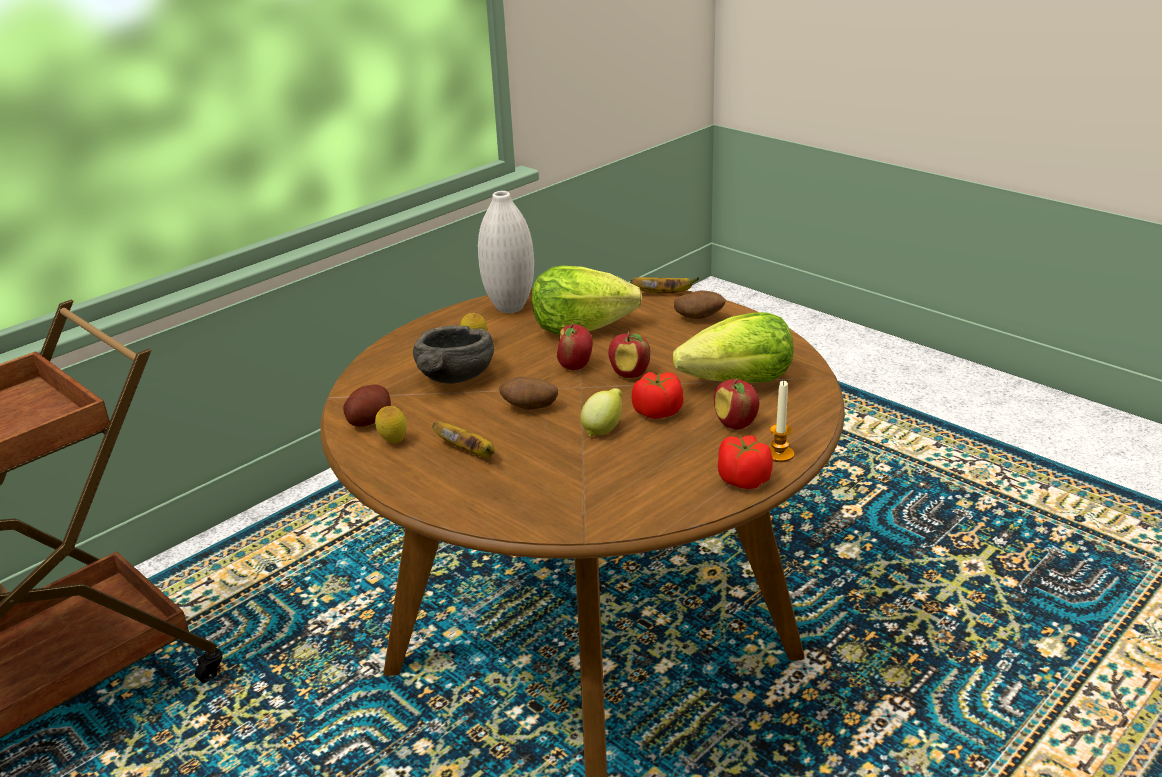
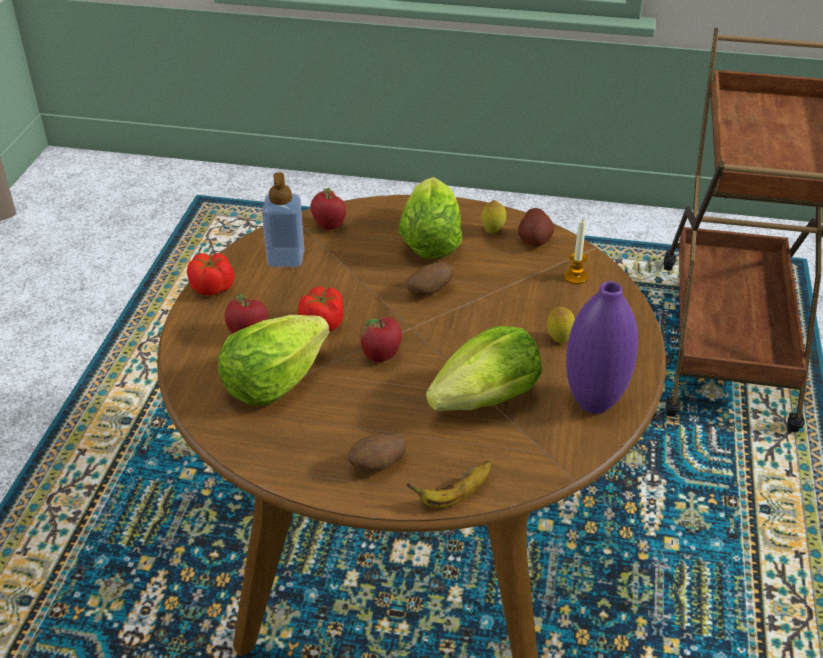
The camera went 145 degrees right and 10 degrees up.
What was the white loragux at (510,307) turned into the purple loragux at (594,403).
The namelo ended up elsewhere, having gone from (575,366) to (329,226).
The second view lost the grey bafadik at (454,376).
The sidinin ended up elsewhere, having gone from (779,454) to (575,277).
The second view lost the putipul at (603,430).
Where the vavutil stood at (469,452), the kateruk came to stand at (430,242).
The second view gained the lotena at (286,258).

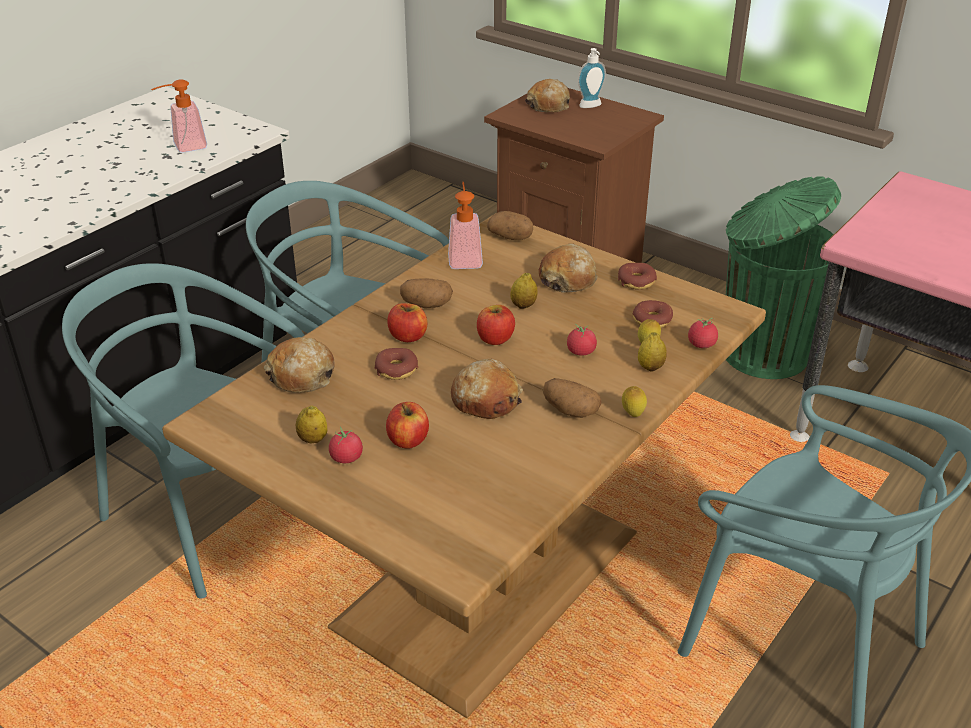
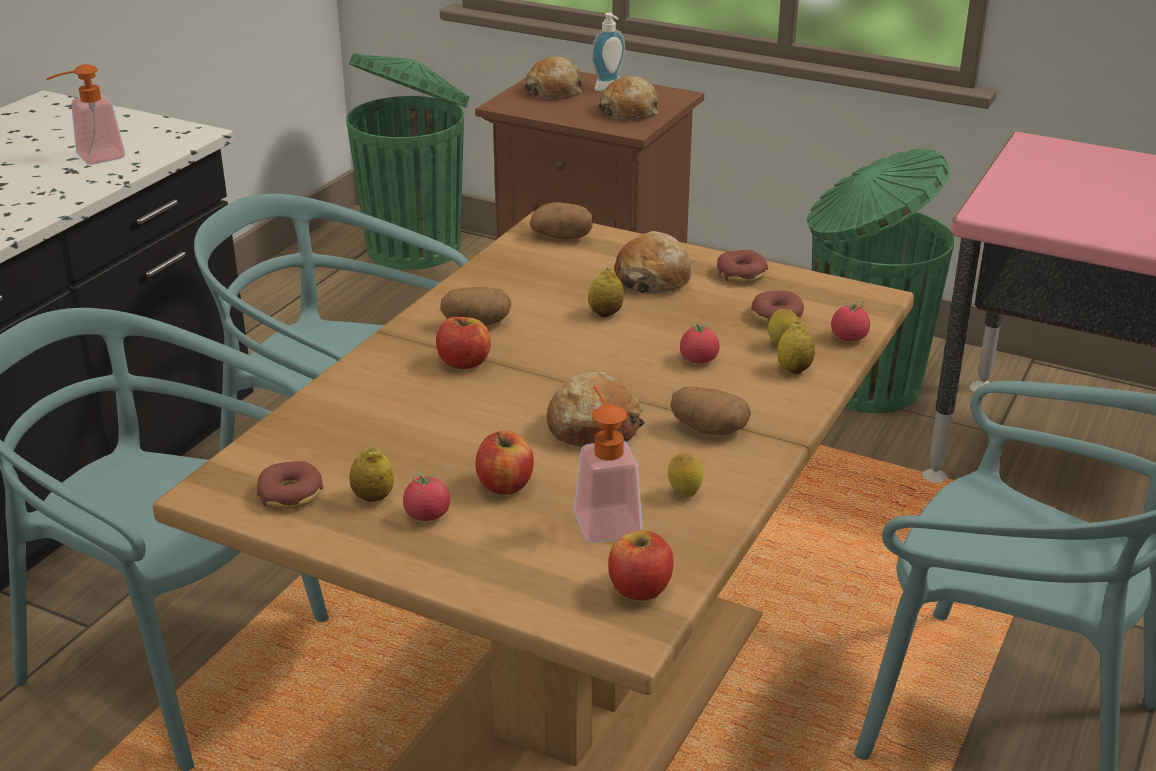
The camera went 10 degrees left and 5 degrees down.
The lotena ended up elsewhere, having gone from (465,258) to (604,517).
The namelo ended up elsewhere, having gone from (495,339) to (639,588).
The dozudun ended up elsewhere, having gone from (301,376) to (629,111).
The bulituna ended up elsewhere, having gone from (396,369) to (290,494).
The putipul ended up elsewhere, having gone from (632,414) to (684,494).
The second view gained the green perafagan at (416,247).

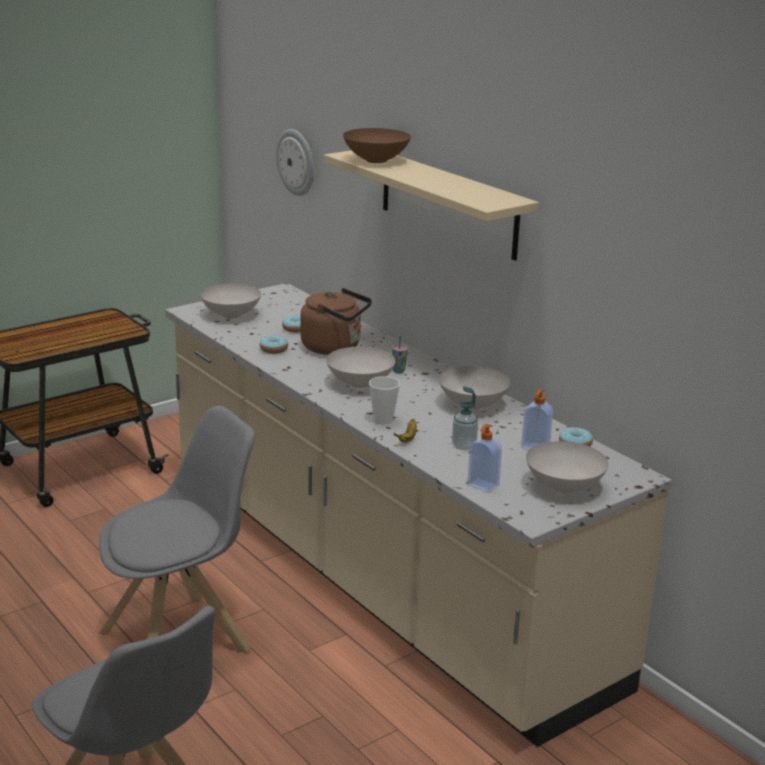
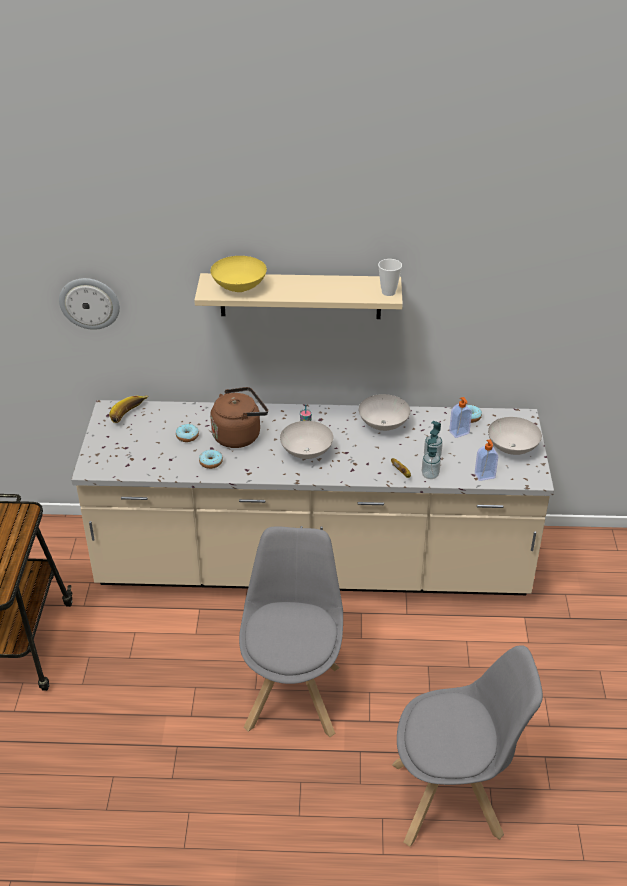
The camera went 50 degrees left and 15 degrees up.
What was the brown bafadik at (377,160) turned into the yellow bafadik at (239,287).
The second view lost the white bafadik at (230,315).
The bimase ended up elsewhere, having gone from (383,420) to (388,292).
The second view gained the vavutil at (130,415).
The second view gained the lotena at (430,475).

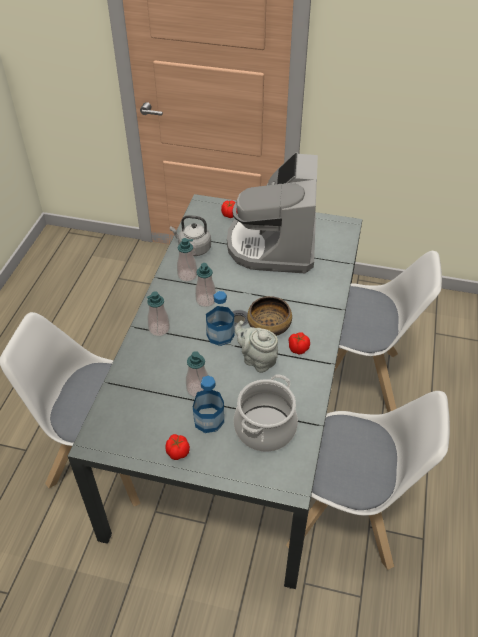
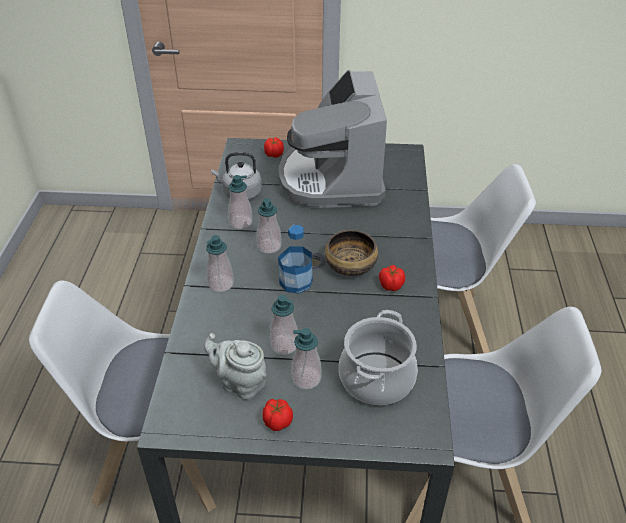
The camera went 10 degrees left and 5 degrees down.
The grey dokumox ended up elsewhere, having gone from (257,360) to (240,383).
Where the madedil stood at (208,420), the lotena came to stand at (306,378).

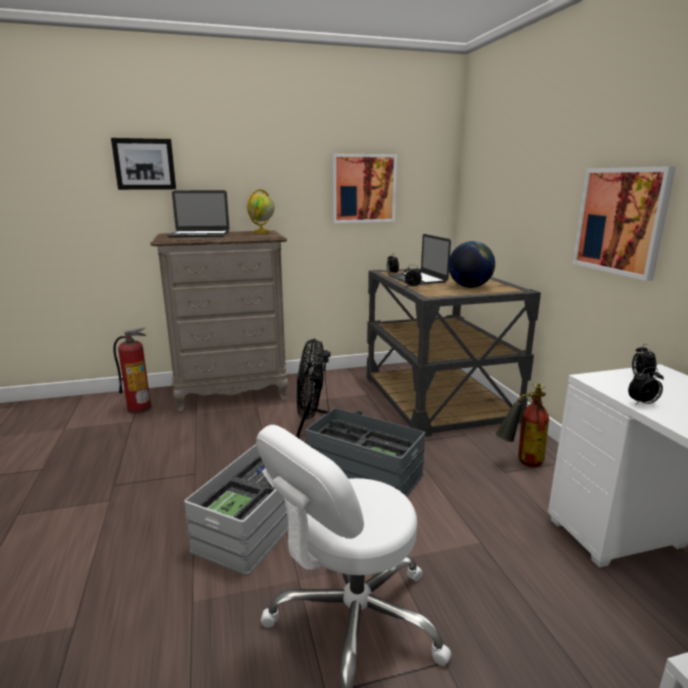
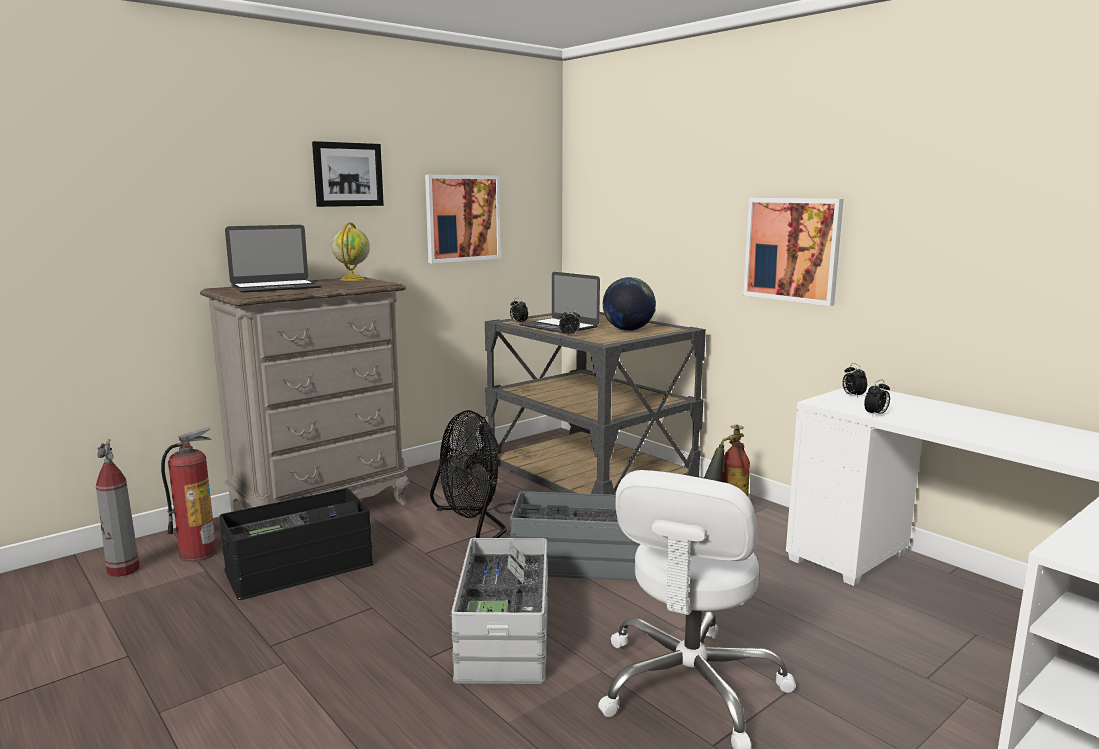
The camera went 25 degrees left and 5 degrees down.
The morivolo ended up elsewhere, having gone from (144,164) to (347,174).
The second view gained the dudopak at (123,570).
The second view gained the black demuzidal at (299,566).

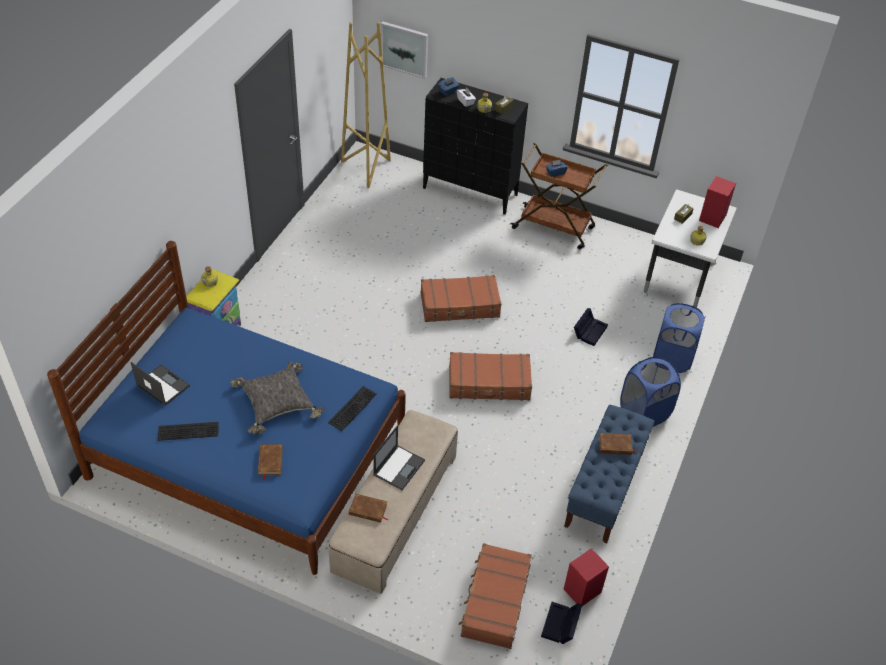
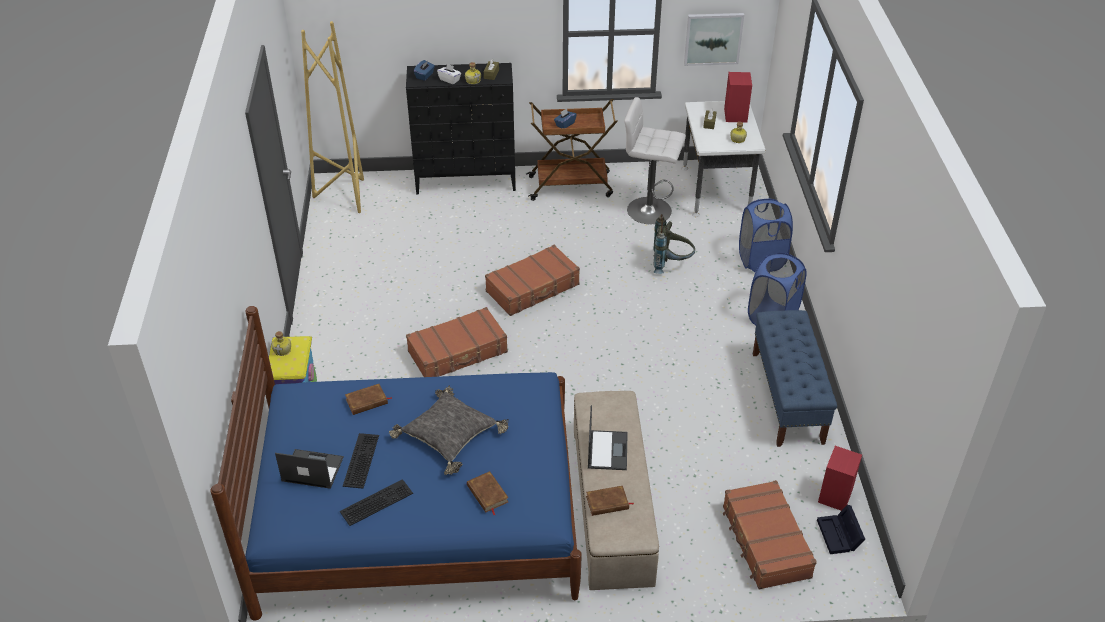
The camera went 25 degrees left and 5 degrees down.
The morivolo ended up elsewhere, having gone from (404,49) to (713,38).
Where the black demuzidal stood at (590,330), the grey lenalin came to stand at (671,264).
The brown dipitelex ended up elsewhere, having gone from (489,383) to (458,352).
The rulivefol ended up elsewhere, having gone from (352,407) to (360,459).
The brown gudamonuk ended up elsewhere, having gone from (615,446) to (367,401).
The second view gained the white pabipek at (648,210).

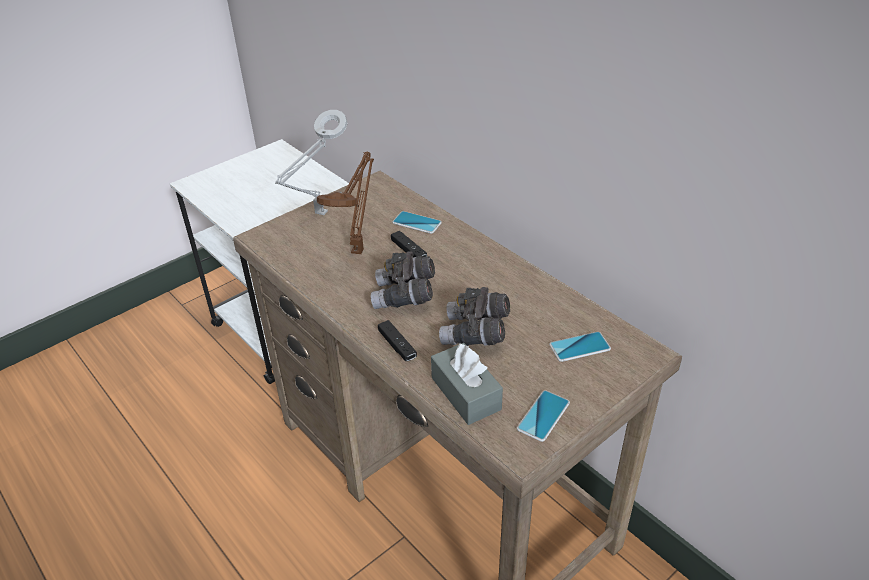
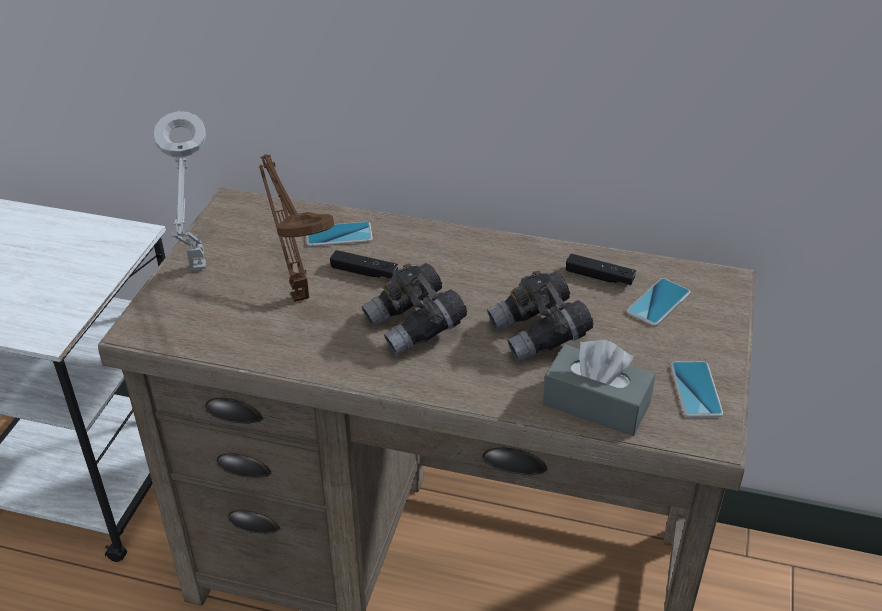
The camera went 35 degrees left and 0 degrees up.
The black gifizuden ended up elsewhere, having gone from (397,346) to (599,277).

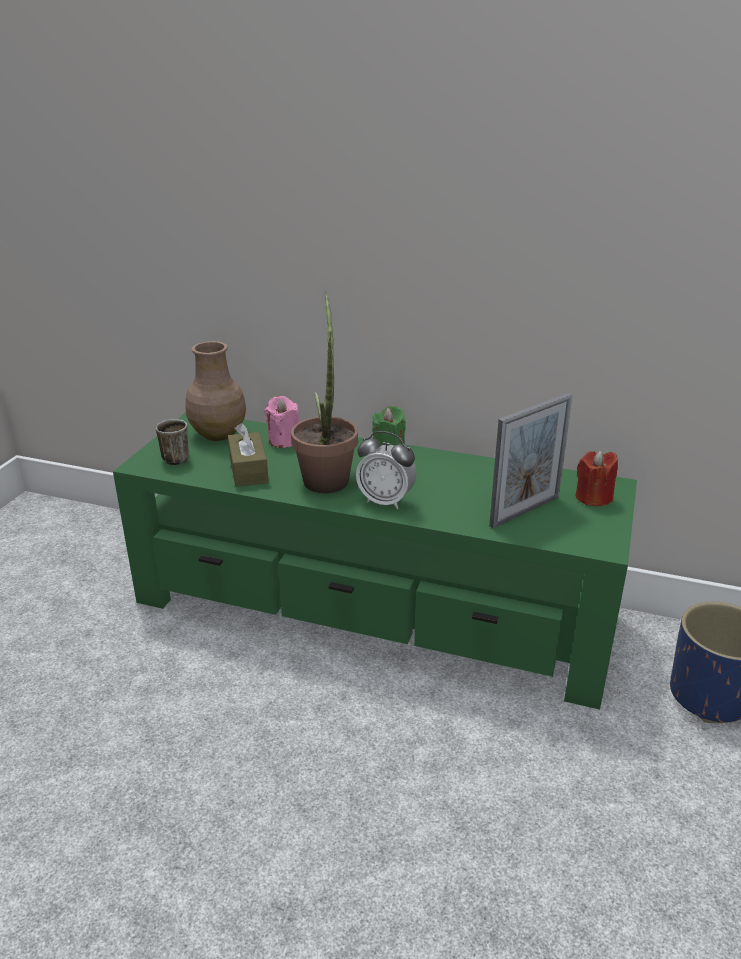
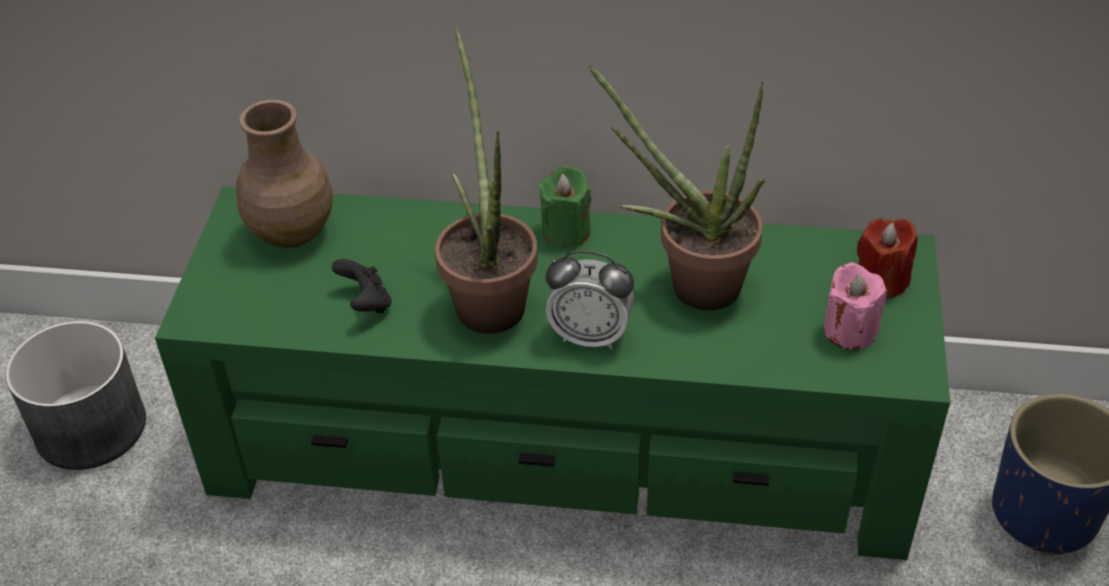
The camera went 10 degrees left and 15 degrees up.
The second view lost the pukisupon at (525,511).
The pink sidinin ended up elsewhere, having gone from (284,440) to (849,330).
The second view lost the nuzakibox at (177,457).
Where the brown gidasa stood at (248,470), the black gifizuden came to stand at (366,303).
The second view gained the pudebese at (690,284).
The second view gained the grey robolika at (89,427).

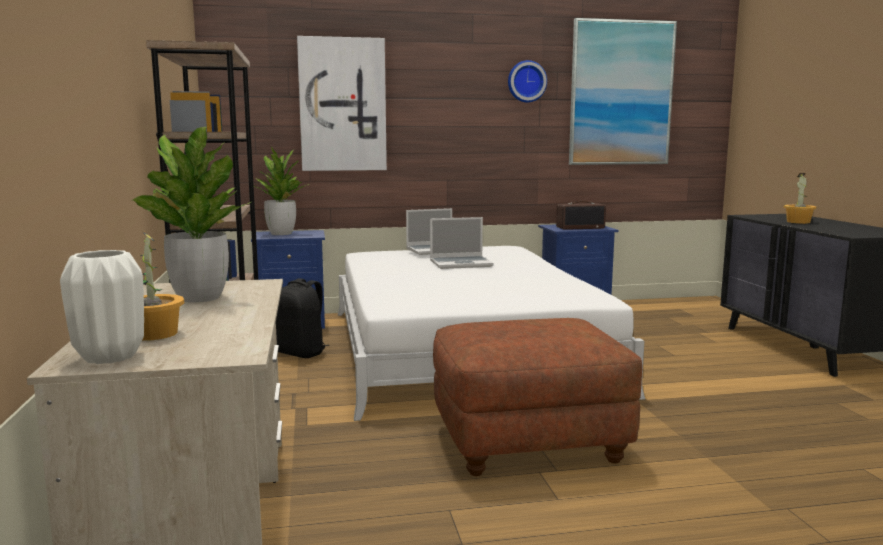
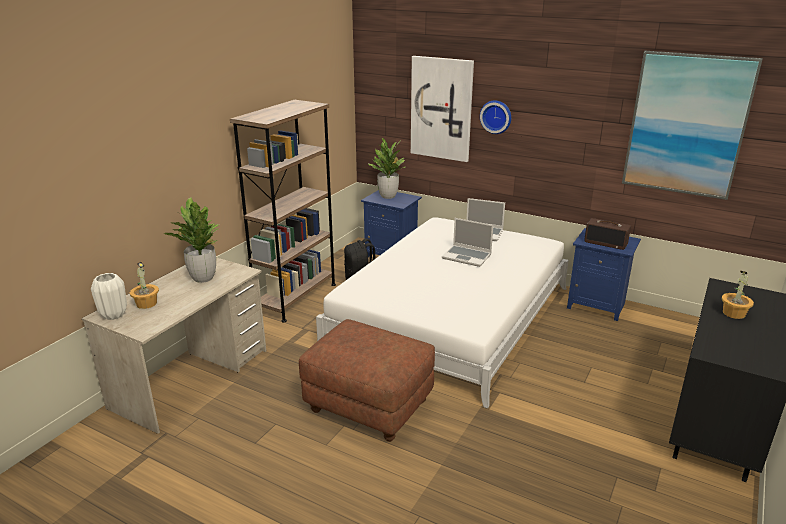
The camera went 40 degrees right and 15 degrees up.
The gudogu ended up elsewhere, having gone from (526,81) to (496,116).

